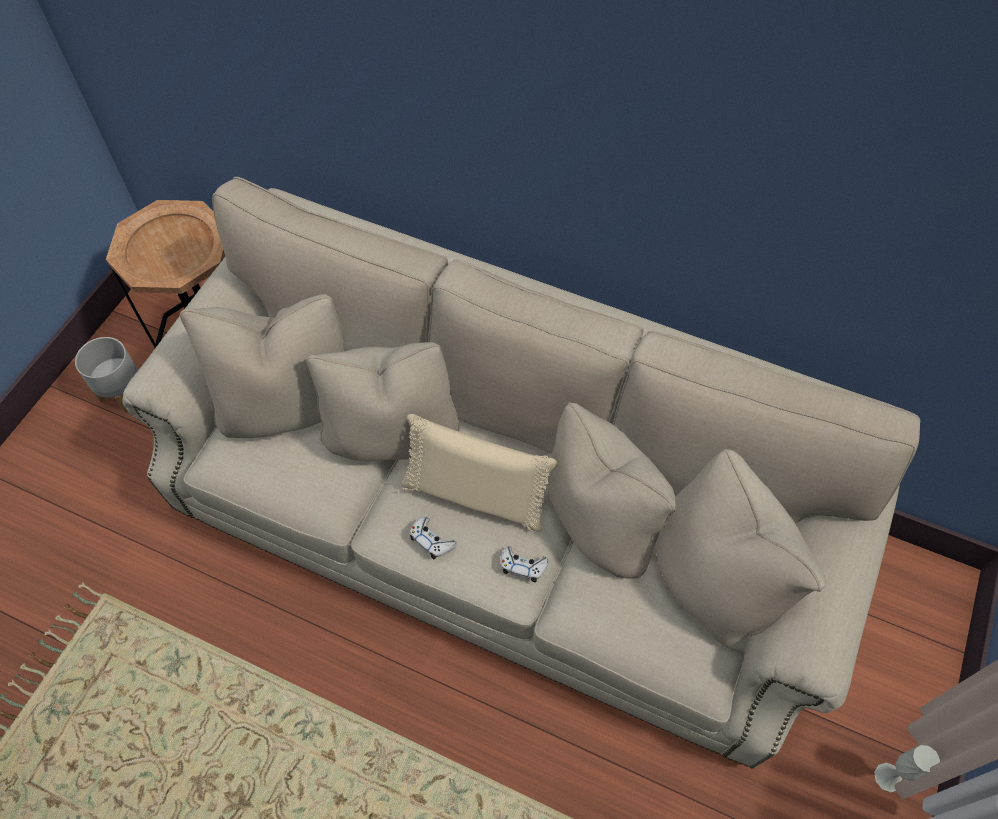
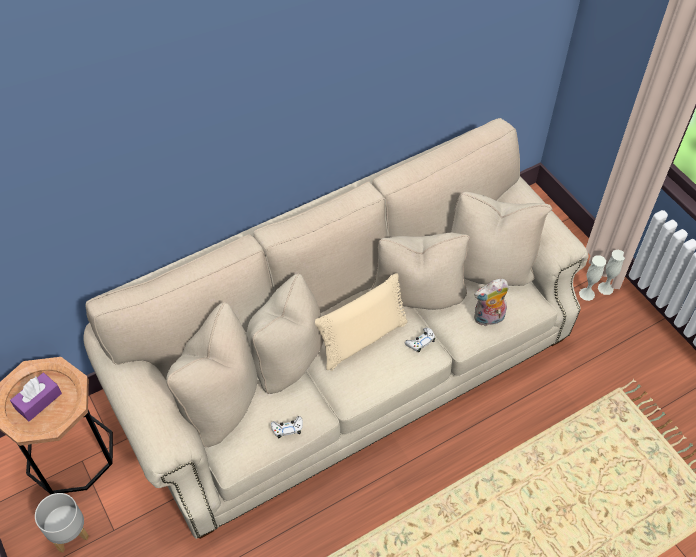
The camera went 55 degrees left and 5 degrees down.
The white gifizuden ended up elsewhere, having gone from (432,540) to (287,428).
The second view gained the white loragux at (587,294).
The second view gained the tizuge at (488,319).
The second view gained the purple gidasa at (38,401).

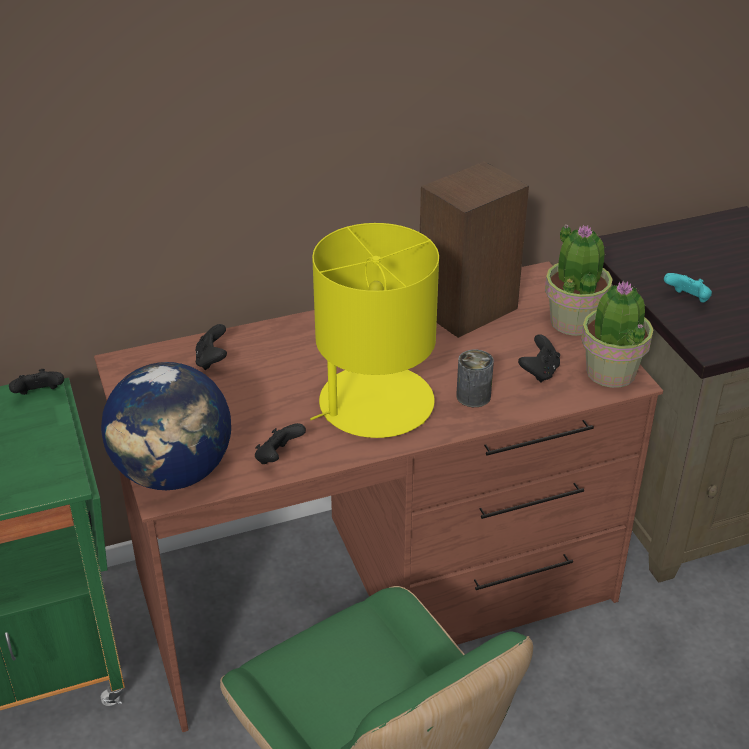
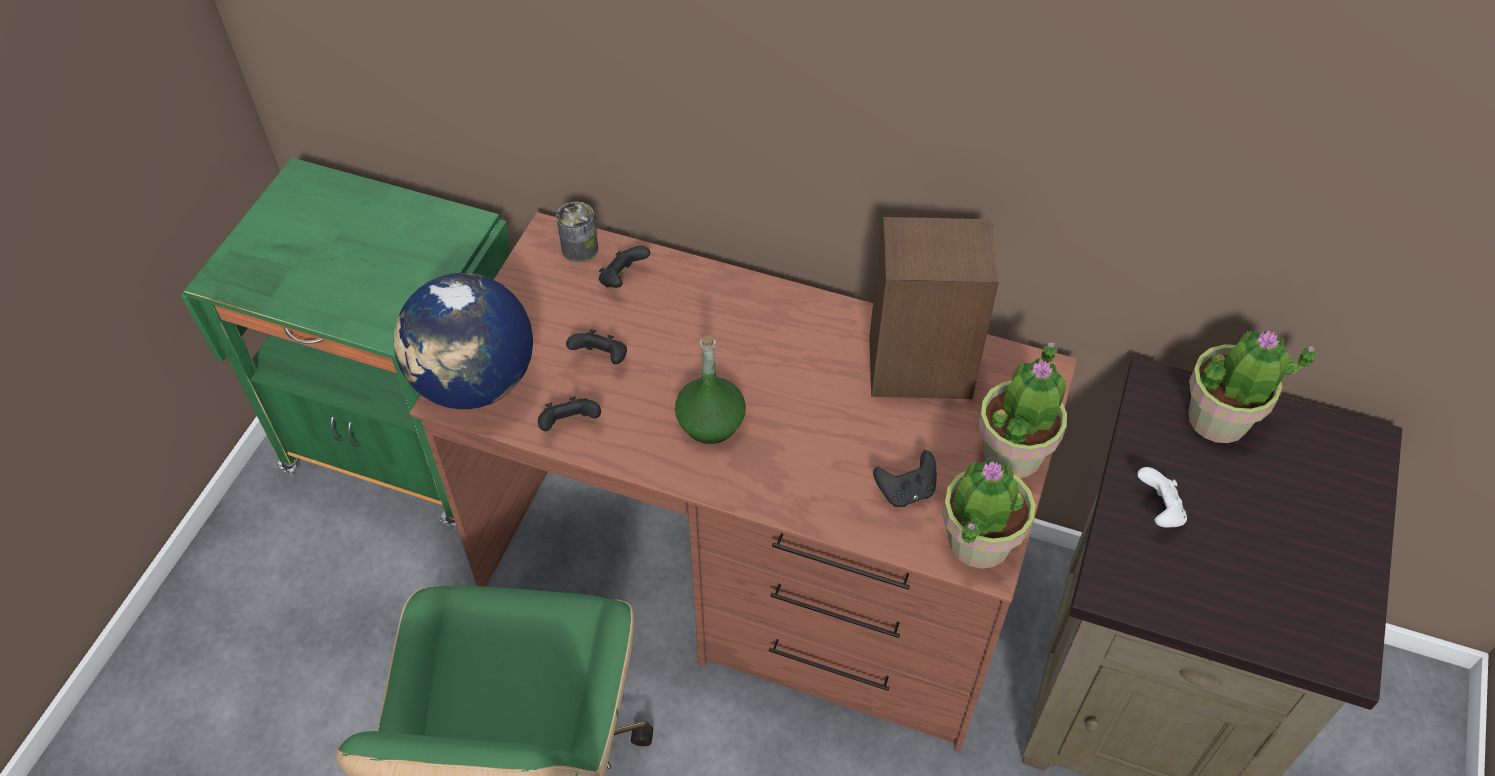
The camera went 40 degrees right and 15 degrees up.
Where the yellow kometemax stood at (374,404), the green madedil came to stand at (710,422).
What was the turquoise gifizuden at (687,300) turned into the white gifizuden at (1158,511).
The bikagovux ended up elsewhere, having gone from (473,396) to (580,249).
The black gifizuden ended up elsewhere, having gone from (39,395) to (601,358).
The second view gained the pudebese at (1219,419).

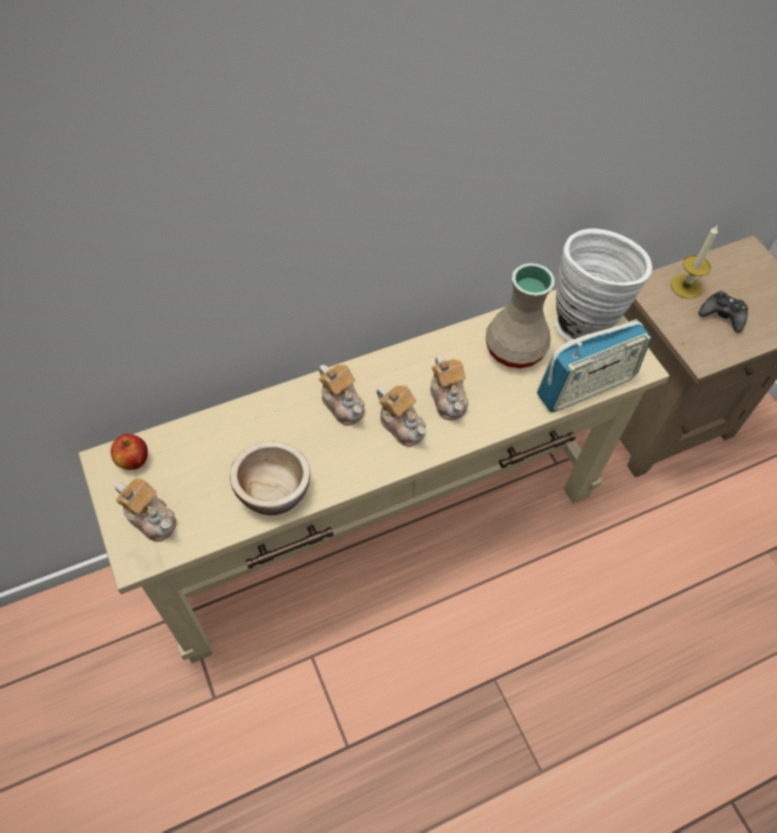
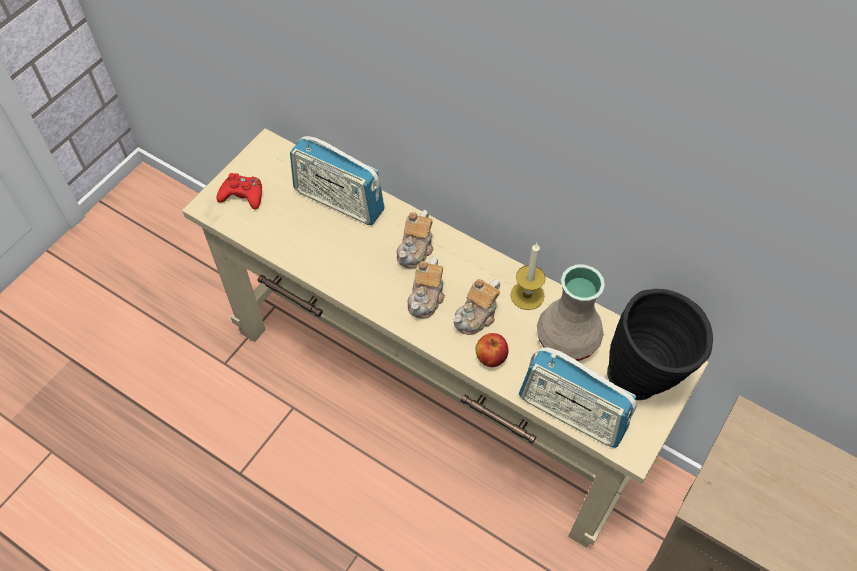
The camera went 60 degrees right and 0 degrees up.
The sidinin ended up elsewhere, having gone from (686,286) to (527,295).
What was the white loragux at (583,321) turned into the black loragux at (645,377).
The second view lost the black gifizuden at (722,315).
The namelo ended up elsewhere, having gone from (133,460) to (490,358).
The second view lost the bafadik at (273,490).
Where the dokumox stood at (151,517), the red gifizuden came to stand at (243,195).
The second view gained the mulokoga at (339,201).

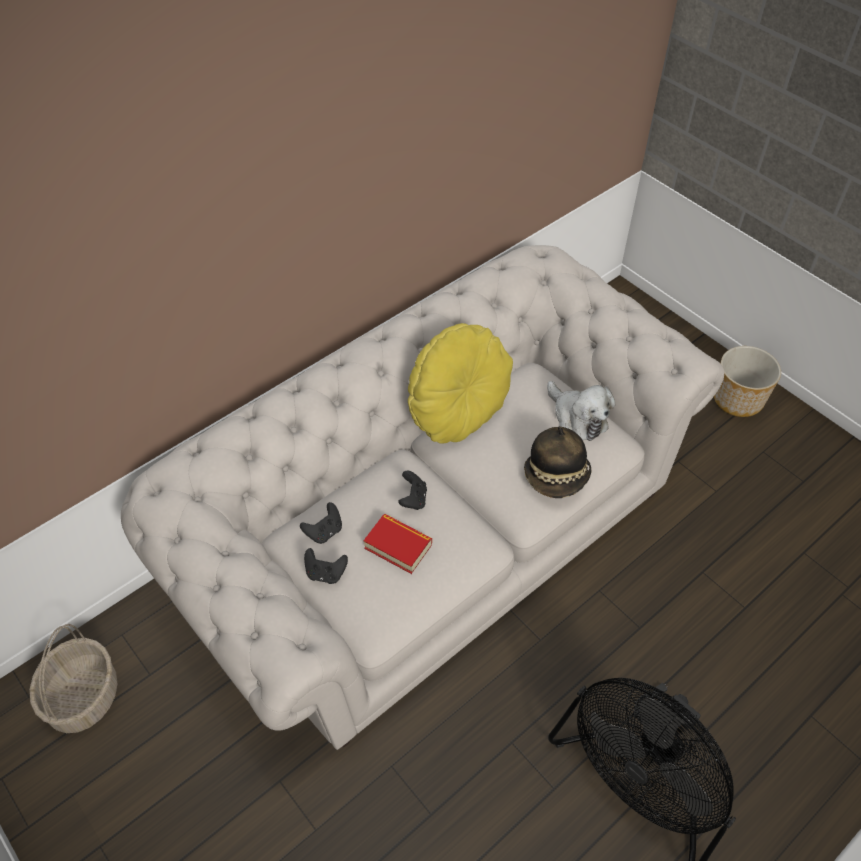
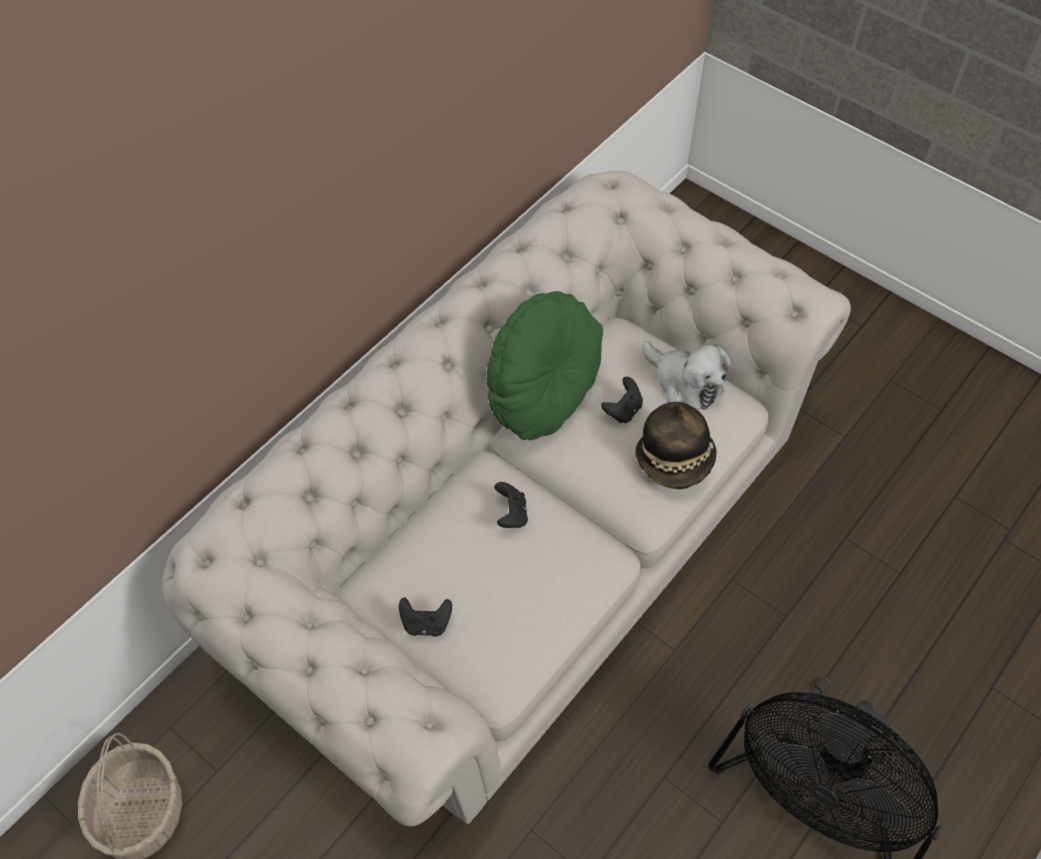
The camera went 10 degrees left and 5 degrees up.
What was the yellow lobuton at (459,417) turned into the green lobuton at (544,402).
The second view lost the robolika at (737,399).
The black gifizuden ended up elsewhere, having gone from (324,532) to (623,410).
The second view lost the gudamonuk at (398,546).

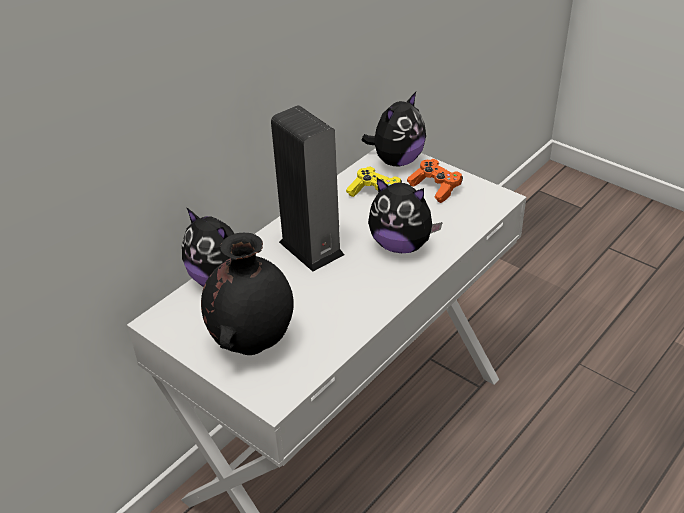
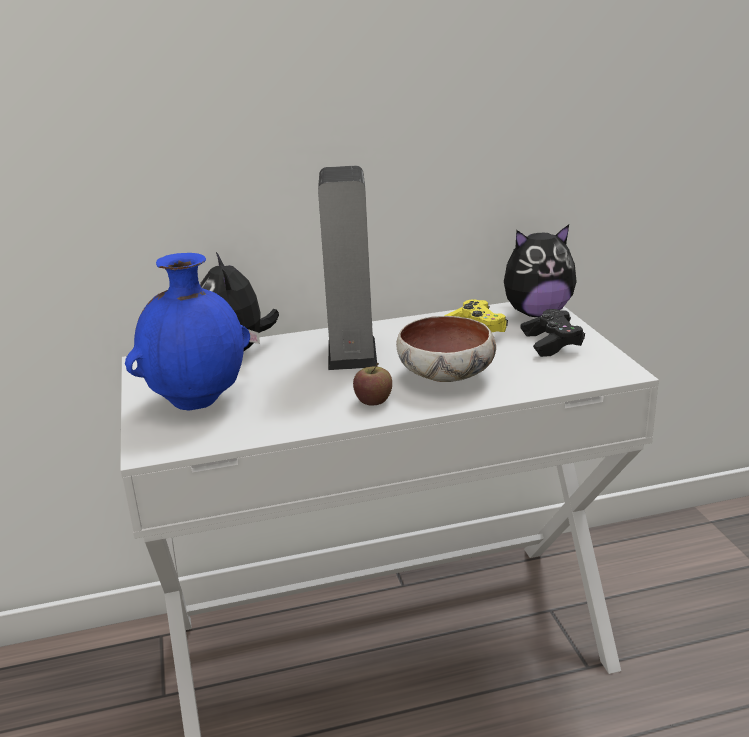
The camera went 35 degrees right and 15 degrees down.
What was the orange gifizuden at (435,187) turned into the black gifizuden at (551,343).
Where the tizuge stood at (401,245), the bafadik came to stand at (447,377).
What was the black loragux at (252,341) turned into the blue loragux at (198,401).
The second view gained the namelo at (373,400).

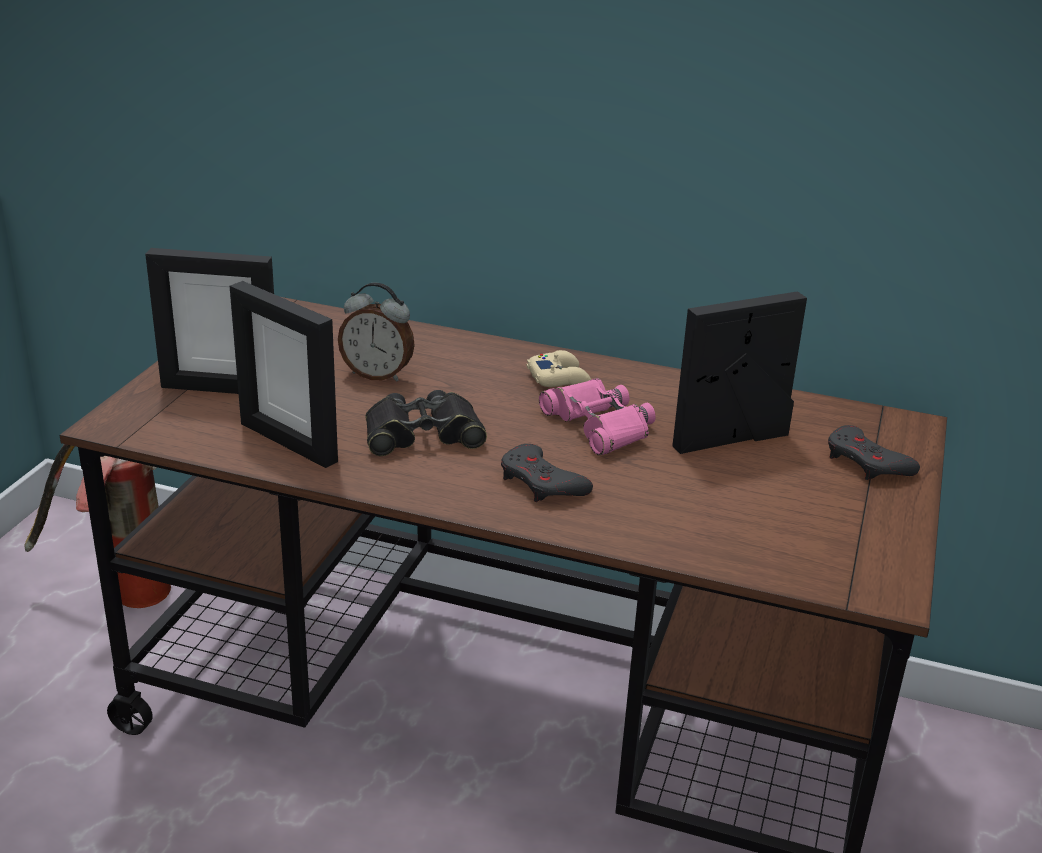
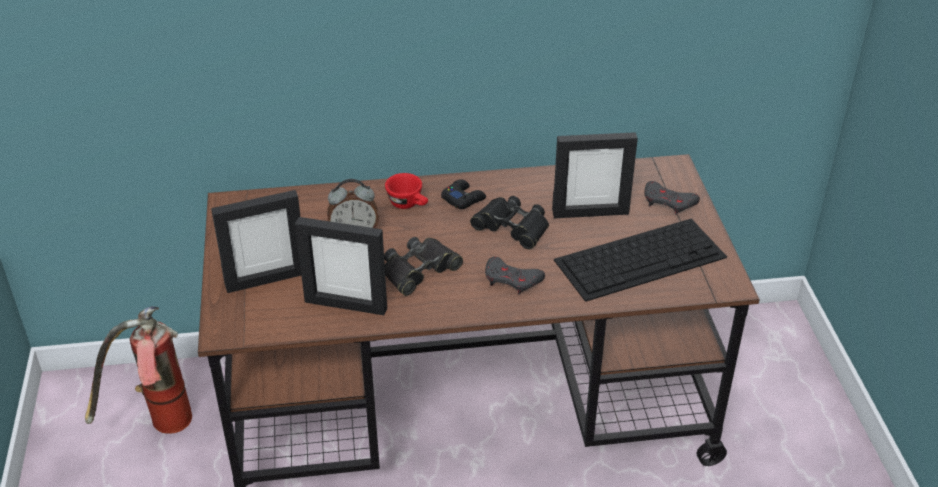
The camera went 25 degrees left and 10 degrees up.
The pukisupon at (730,440) ended up facing another way, 135 degrees counterclockwise from before.
What was the beige gifizuden at (559,377) turned into the black gifizuden at (463,198).
What was the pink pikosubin at (598,425) turned into the black pikosubin at (512,227).
The second view gained the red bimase at (409,204).
The second view gained the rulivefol at (641,258).

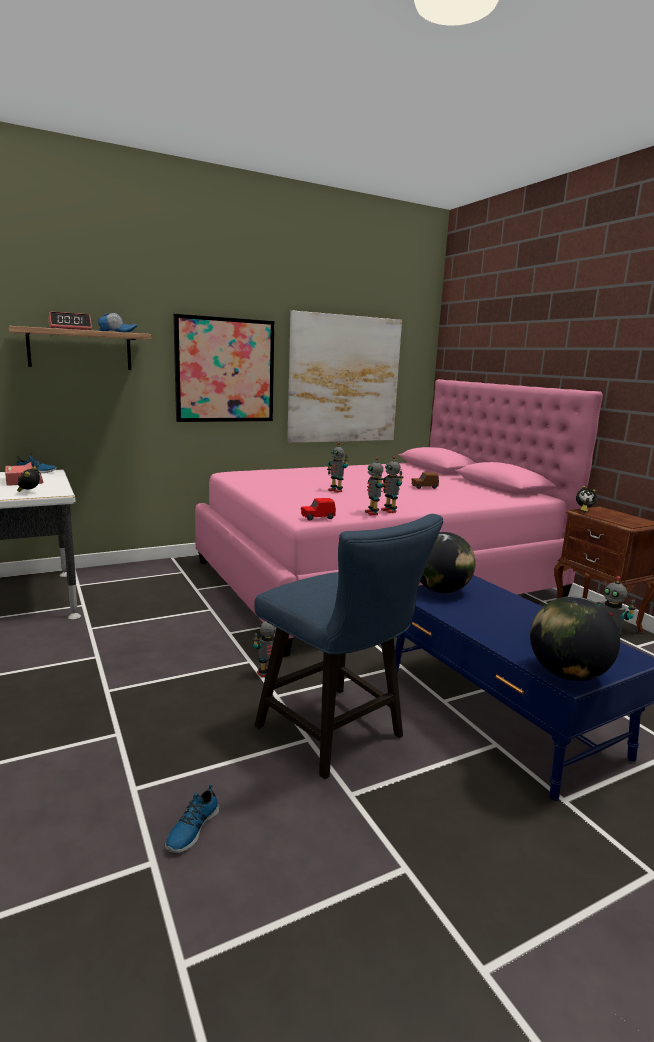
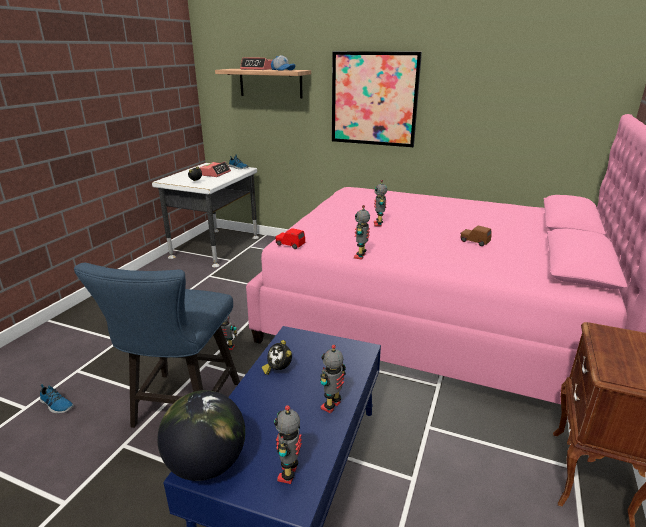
The camera went 50 degrees right and 10 degrees up.
The second view lost the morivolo at (344,379).
The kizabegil ended up elsewhere, having gone from (372,513) to (332,406).
The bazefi ended up elsewhere, having gone from (583,510) to (278,370).
The second view lost the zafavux at (441,590).
The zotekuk at (191,828) ended up facing another way, 135 degrees counterclockwise from before.

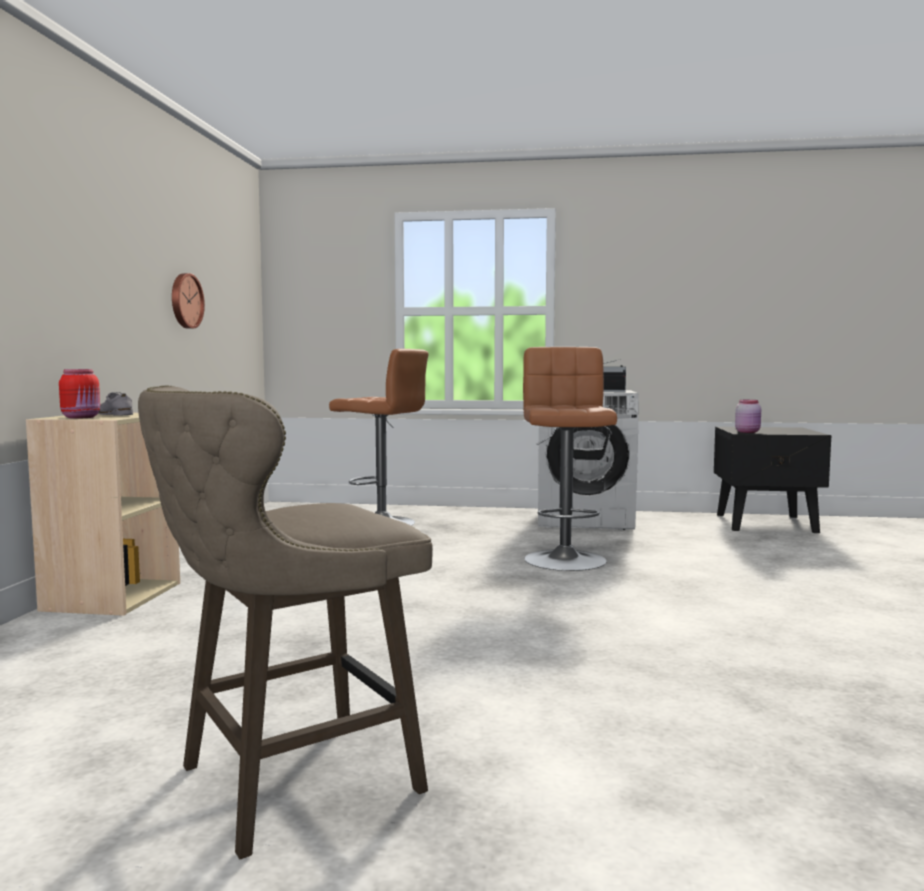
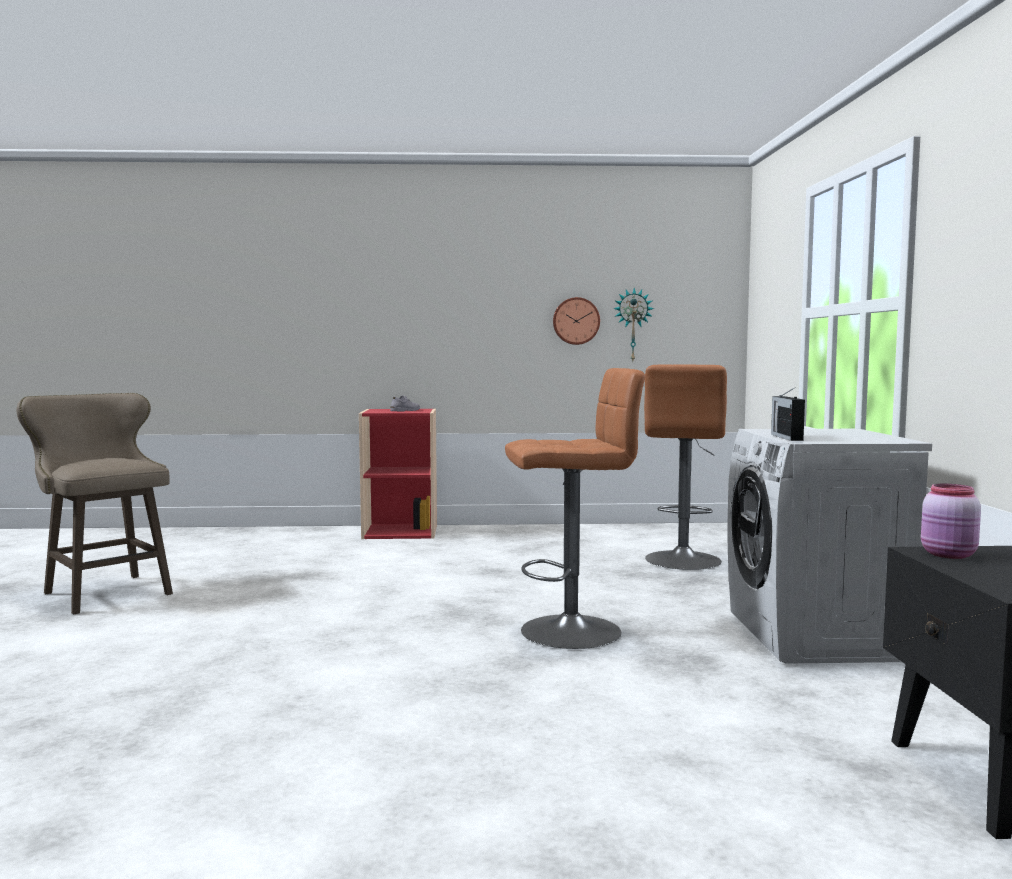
The camera went 80 degrees right and 0 degrees up.
The second view lost the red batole at (82,417).
What was the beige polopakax at (112,596) turned into the red polopakax at (401,532).
The second view gained the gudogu at (632,325).

